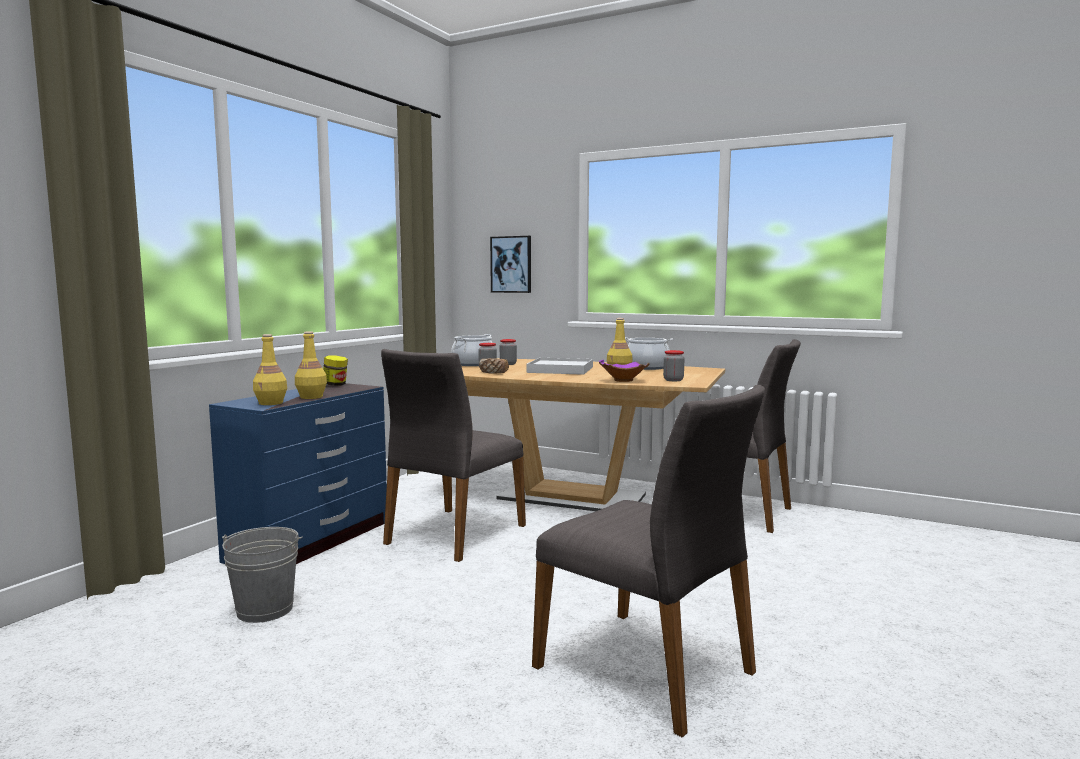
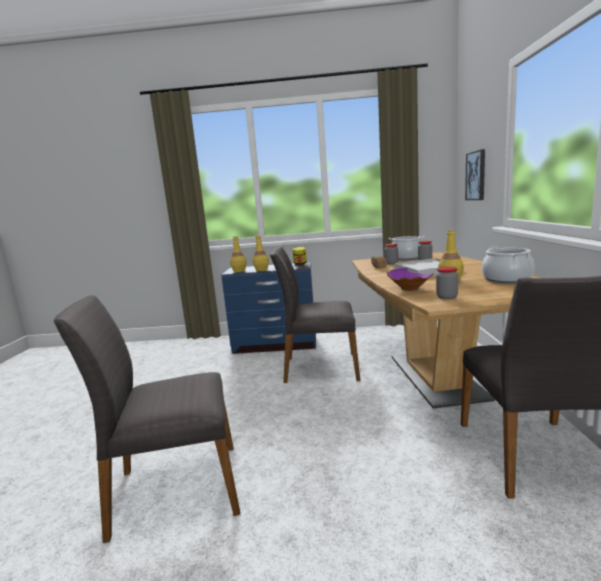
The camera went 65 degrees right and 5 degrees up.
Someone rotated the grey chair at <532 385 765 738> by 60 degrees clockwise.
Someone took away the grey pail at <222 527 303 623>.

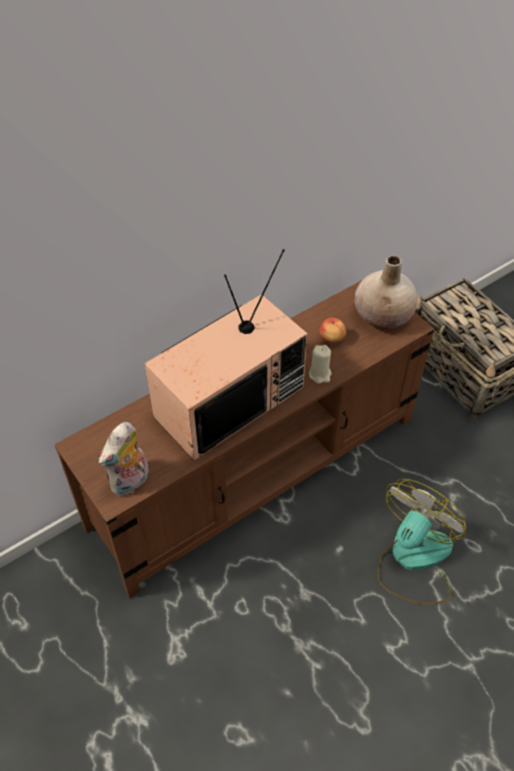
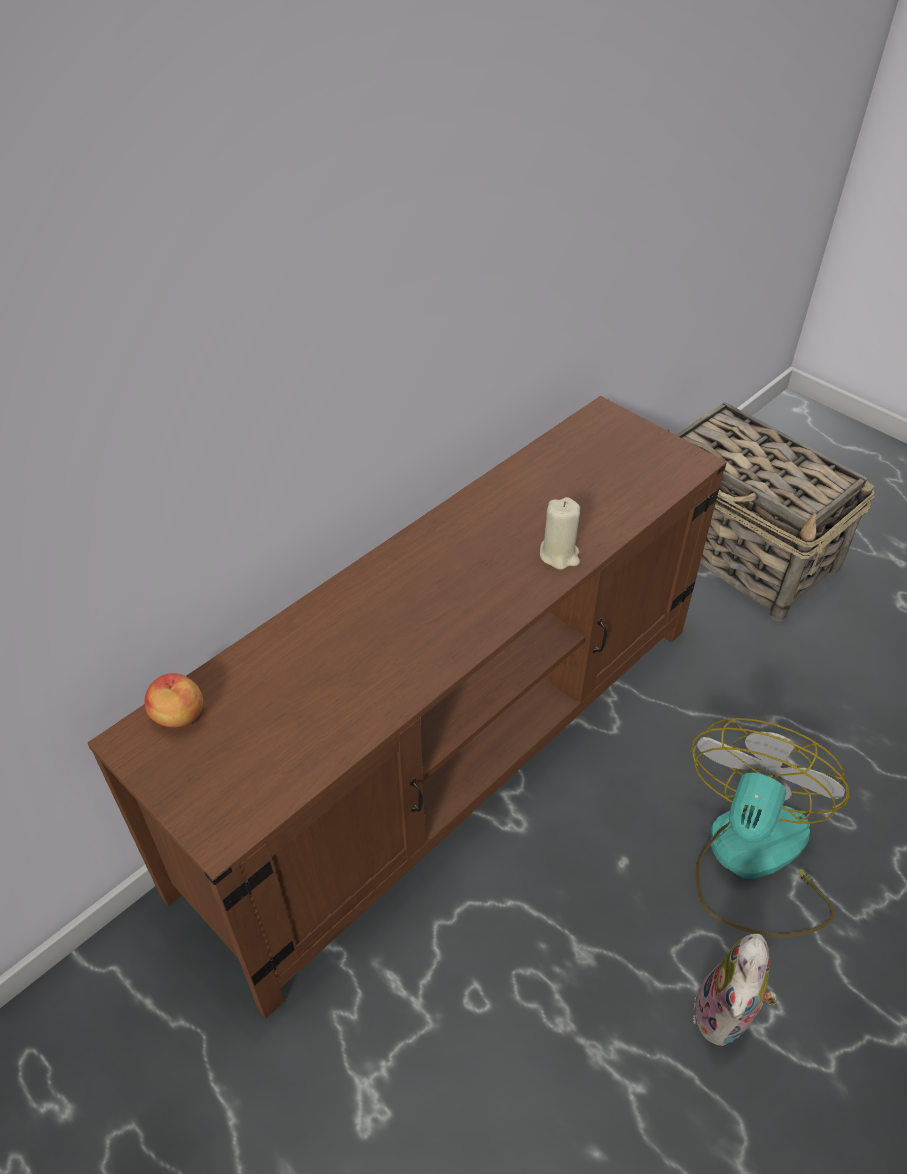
The camera went 10 degrees left and 5 degrees down.
Someone carried the apple fruit from <320 317 346 343> to <144 673 203 728>.
Someone carried the cuddly toy from <99 422 149 496> to <693 934 777 1046>.
Someone took away the television at <144 249 308 461>.
Someone took away the beige decorative vase at <355 256 418 329>.

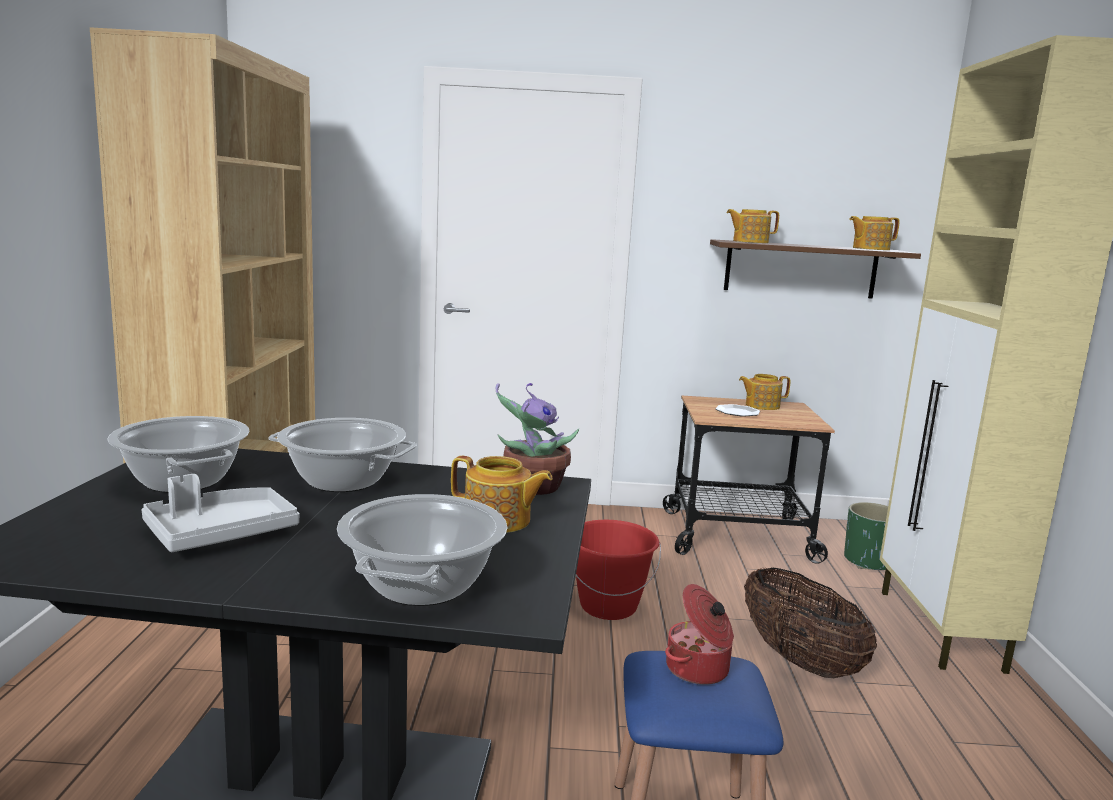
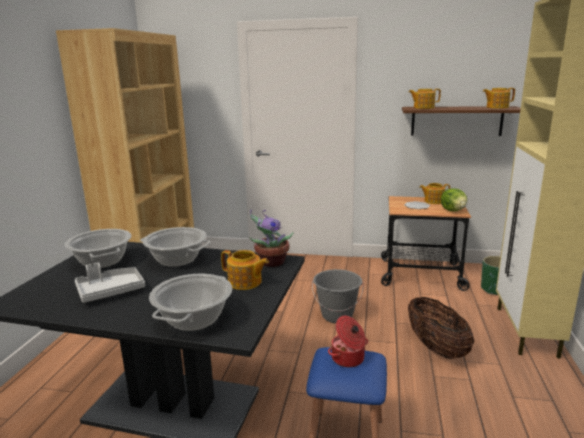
The camera went 10 degrees right and 5 degrees up.
Someone repainted the reddish pail at <576 520 661 620>, which became the grey pail at <312 269 363 323>.
Someone put down the head of lettuce at <441 188 467 211>.

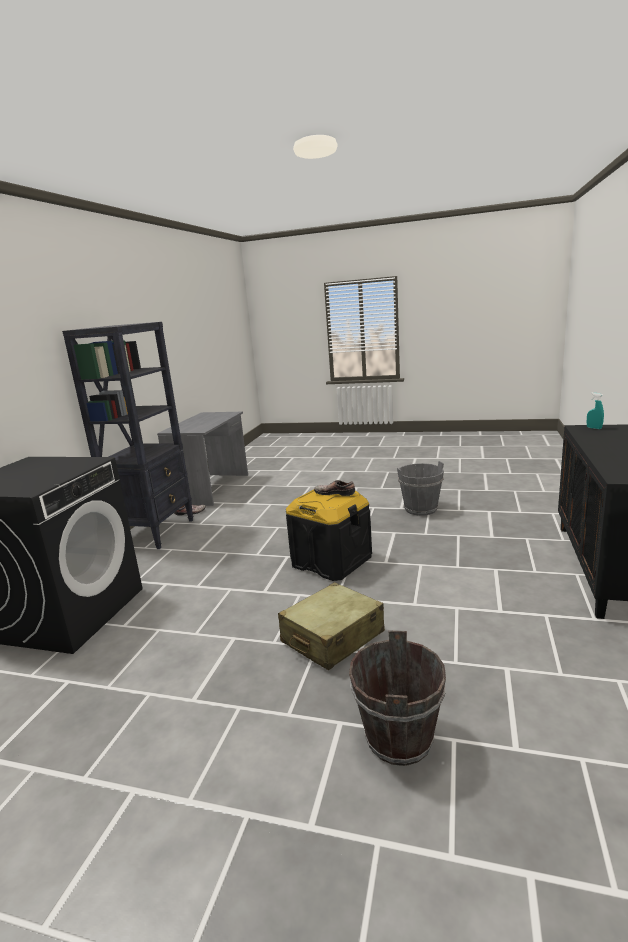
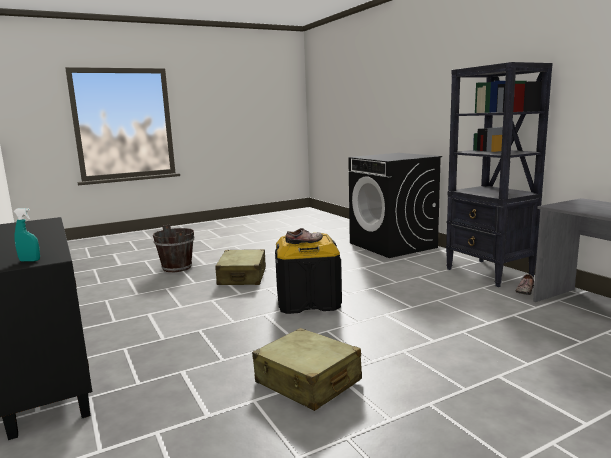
The camera went 135 degrees right and 5 degrees down.
Someone swapped the grey pail at <397 461 444 516> for the beige travel case at <252 328 362 411>.

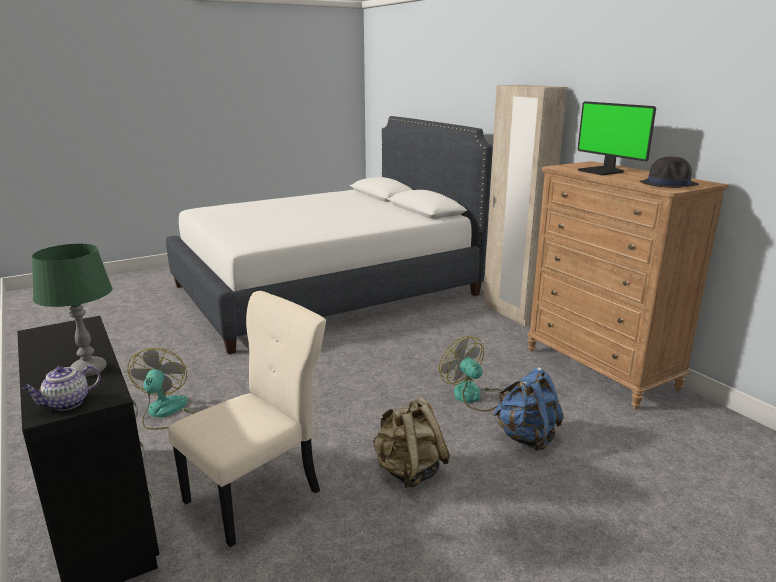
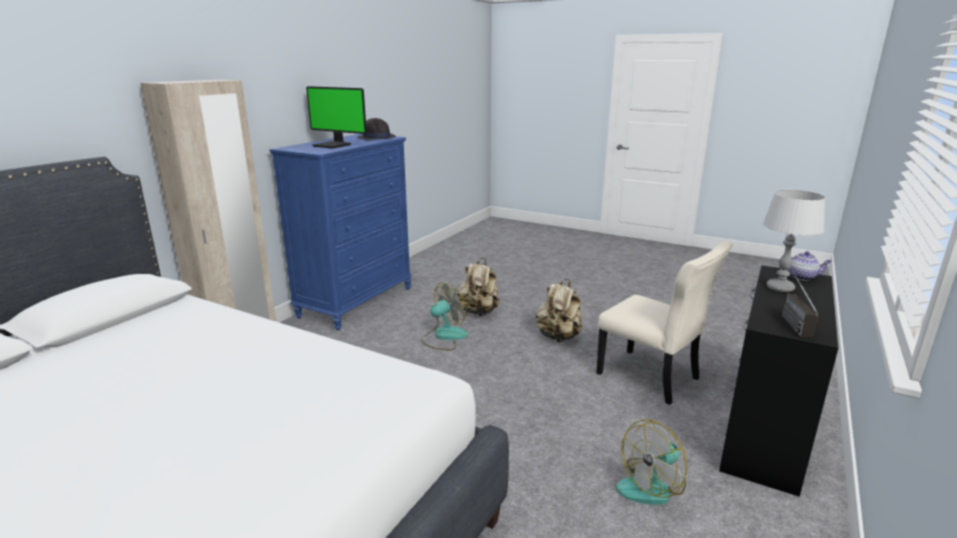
The camera went 120 degrees left and 0 degrees up.
Someone repainted the brown-coloured dresser at <528 161 729 409>, which became the blue-coloured dresser at <269 134 412 331>.
Someone rotated the computer screen at <578 101 656 176> by 90 degrees clockwise.
Someone rotated the cooling fan at <439 336 505 412> by 150 degrees counterclockwise.
Someone repainted the blue-coloured backpack at <493 367 564 451>, which became the beige backpack at <458 258 500 316>.
Someone rotated the beige chair at <168 291 326 547> by 150 degrees counterclockwise.
Someone repainted the green lamp for a table at <32 244 112 377>, which became the grey lamp for a table at <763 190 826 292>.
Someone put down the radio receiver at <782 267 819 338>.

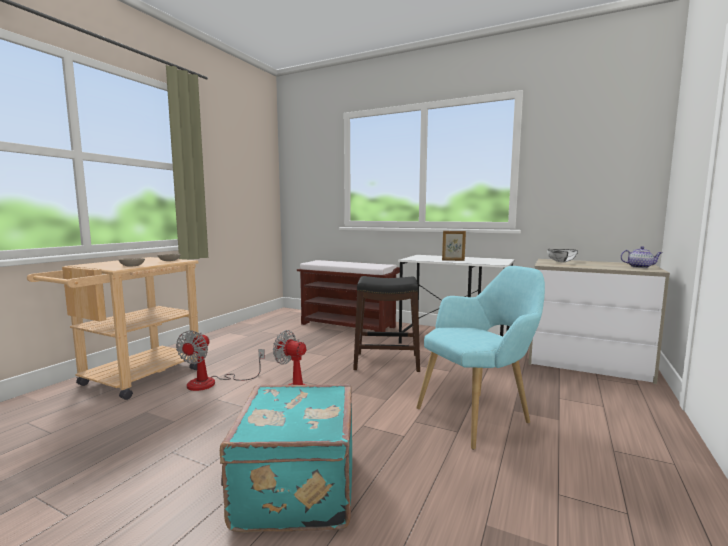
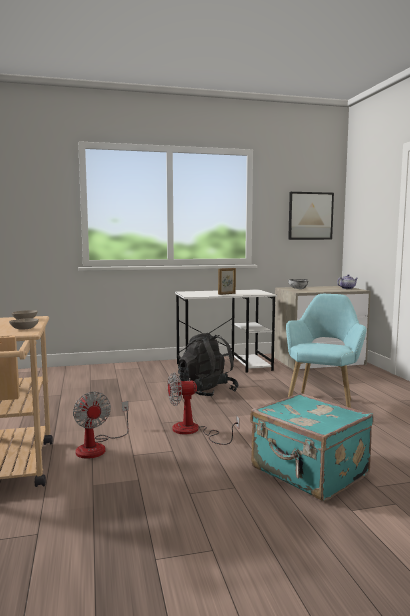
The camera went 40 degrees left and 0 degrees up.
Someone swapped the black-coloured stool at <353 276 420 372> for the black-coloured backpack at <178 333 239 397>.
Someone put up the wall picture at <288 192 334 240>.
Someone took away the brown-coloured bench at <297 260 400 332>.

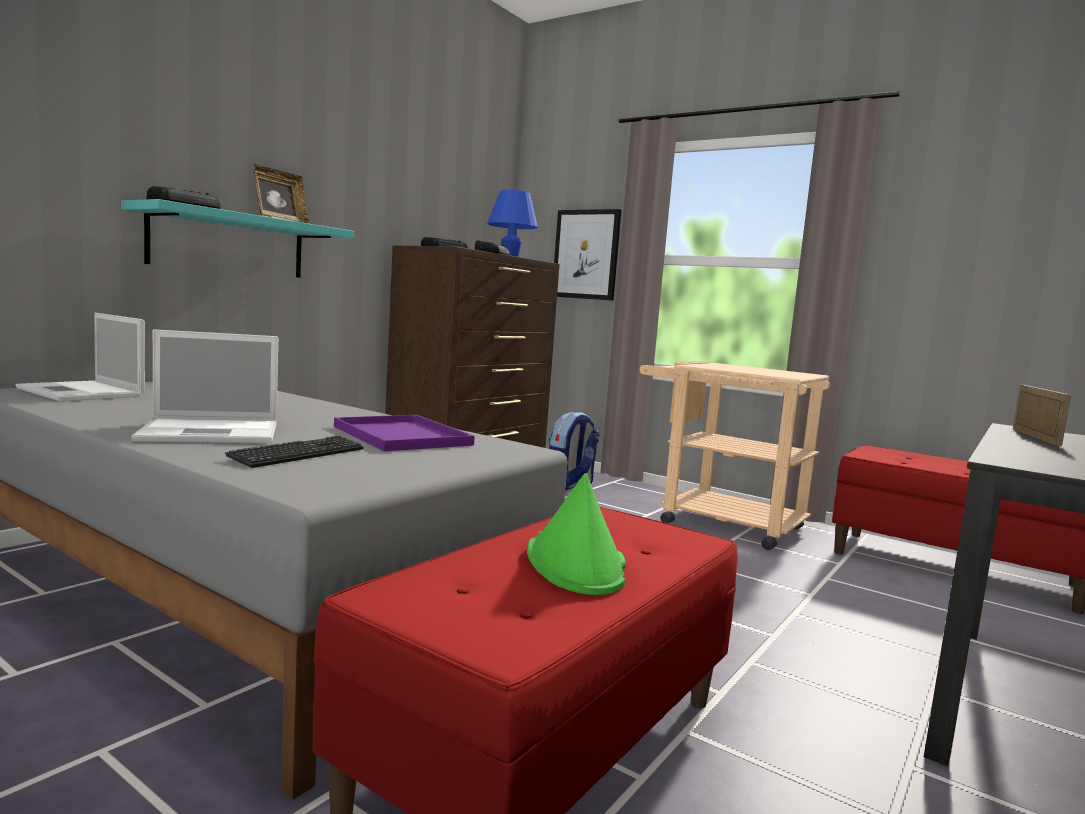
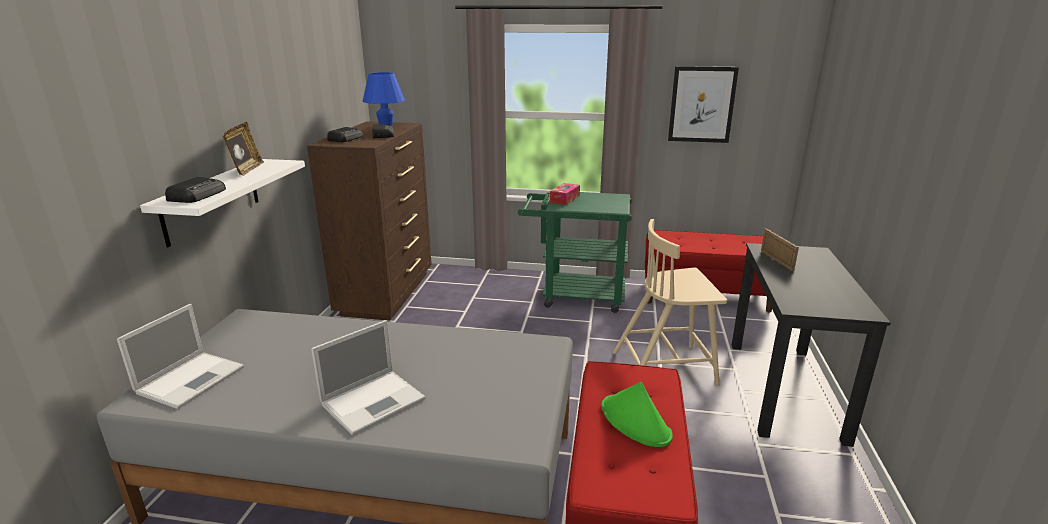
The camera went 25 degrees left and 15 degrees up.
Someone rotated the portable computer at <16 313 145 402> by 75 degrees counterclockwise.
Someone repainted the blue-green shelf at <121 199 354 278>, which became the whitish shelf at <140 159 305 247>.
Someone repainted the beige wheeled cart at <640 361 830 550>, which became the green wheeled cart at <518 192 632 313>.
Someone put down the tissue box at <550 183 580 205>.
Someone put down the beige chair at <613 219 727 385>.
Someone carried the wall picture from <554 209 621 301> to <668 66 739 143>.
Someone took away the PC keyboard at <225 435 364 468>.
Someone took away the purple tray at <334 415 475 451>.
Someone took away the backpack at <549 412 600 490>.

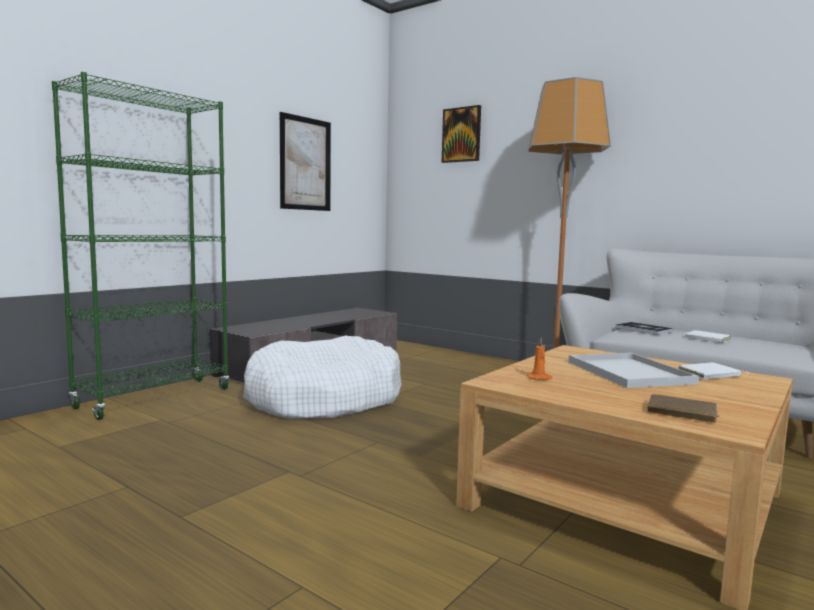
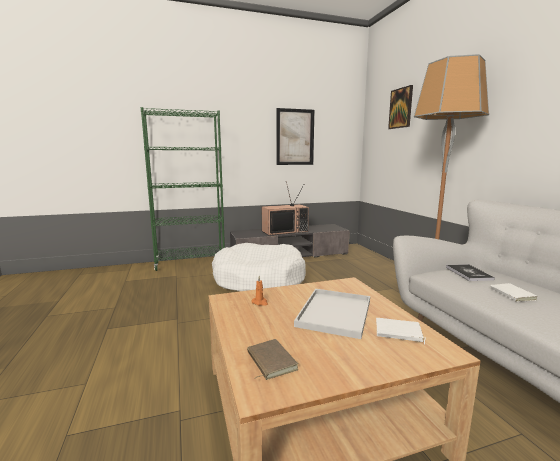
The camera went 35 degrees right and 5 degrees up.
Someone put down the television at <262 182 309 236>.

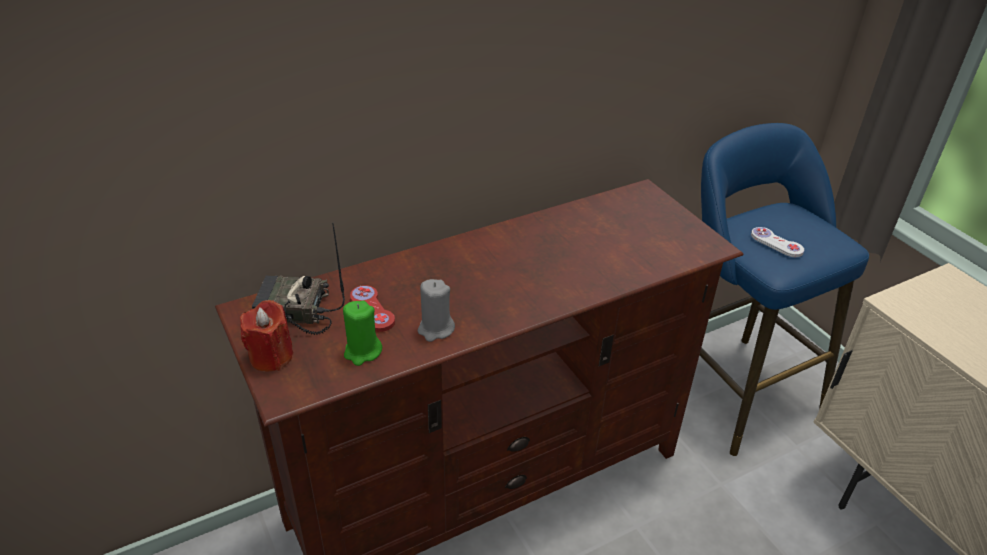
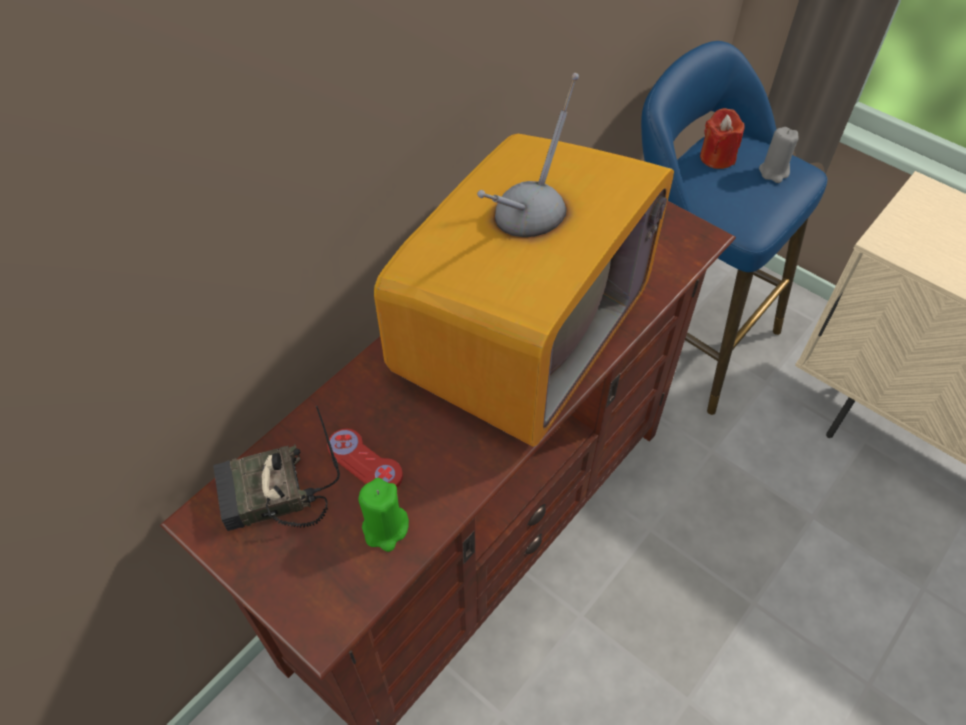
The camera went 20 degrees left and 15 degrees up.
Someone put down the television at <374 73 674 447>.
Someone carried the reddish wax light from <240 300 293 372> to <700 108 745 169>.
Someone carried the grey wax light from <418 279 455 342> to <759 127 799 183>.
Someone took away the whitish joypad at <751 227 804 257>.

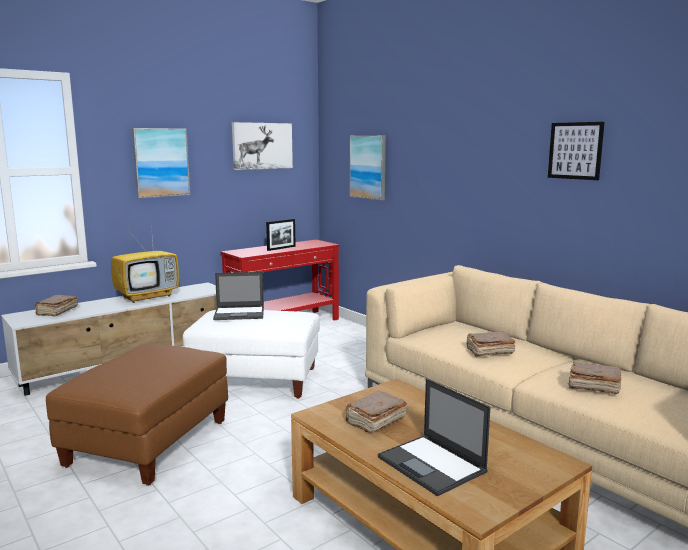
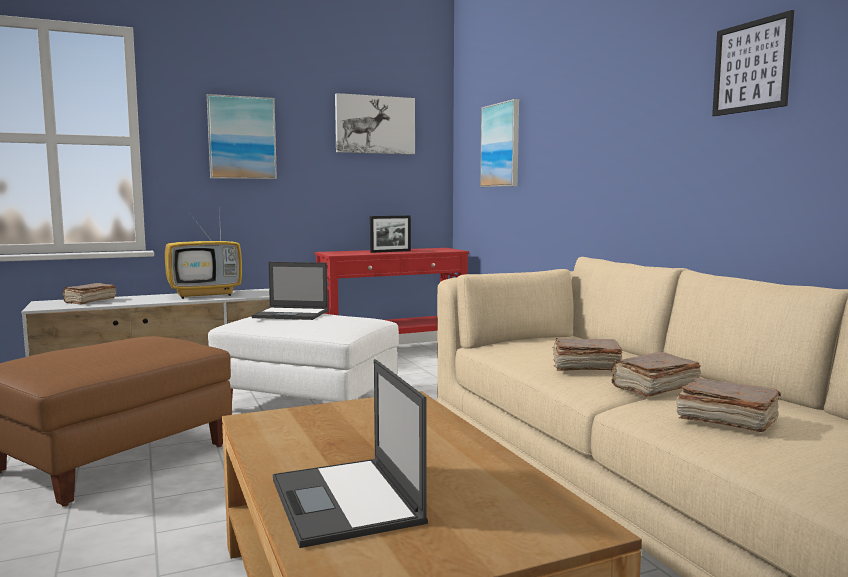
The camera went 15 degrees right and 5 degrees down.
Someone carried the brown-coloured bound book from <345 391 407 434> to <611 352 701 397>.

